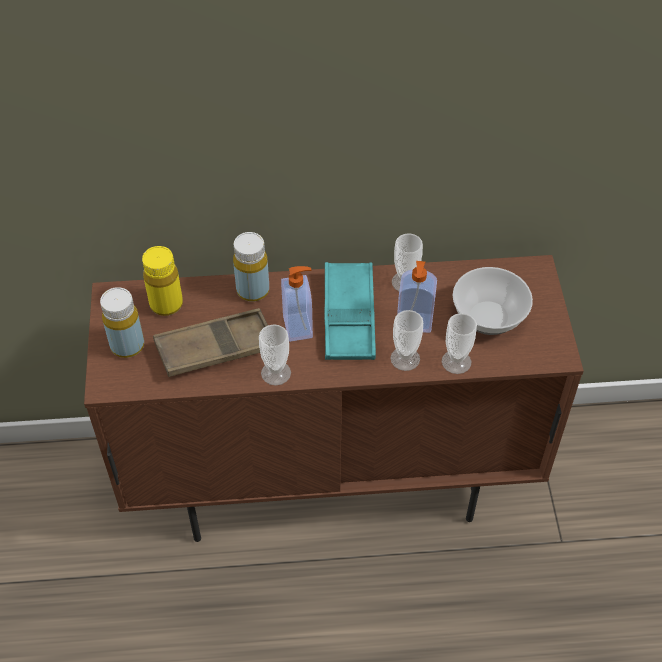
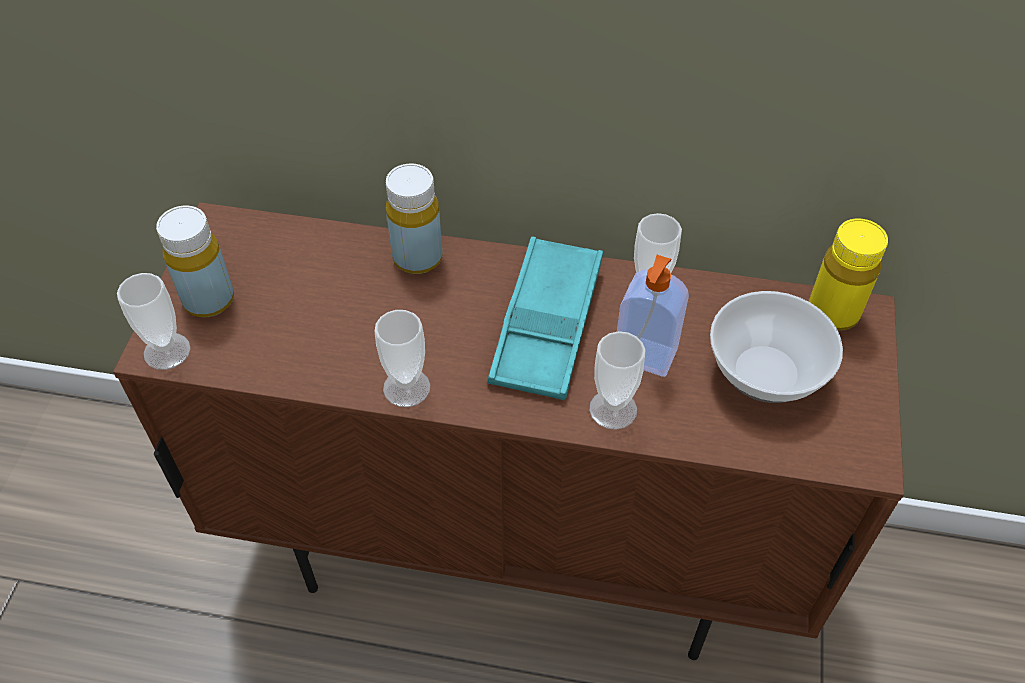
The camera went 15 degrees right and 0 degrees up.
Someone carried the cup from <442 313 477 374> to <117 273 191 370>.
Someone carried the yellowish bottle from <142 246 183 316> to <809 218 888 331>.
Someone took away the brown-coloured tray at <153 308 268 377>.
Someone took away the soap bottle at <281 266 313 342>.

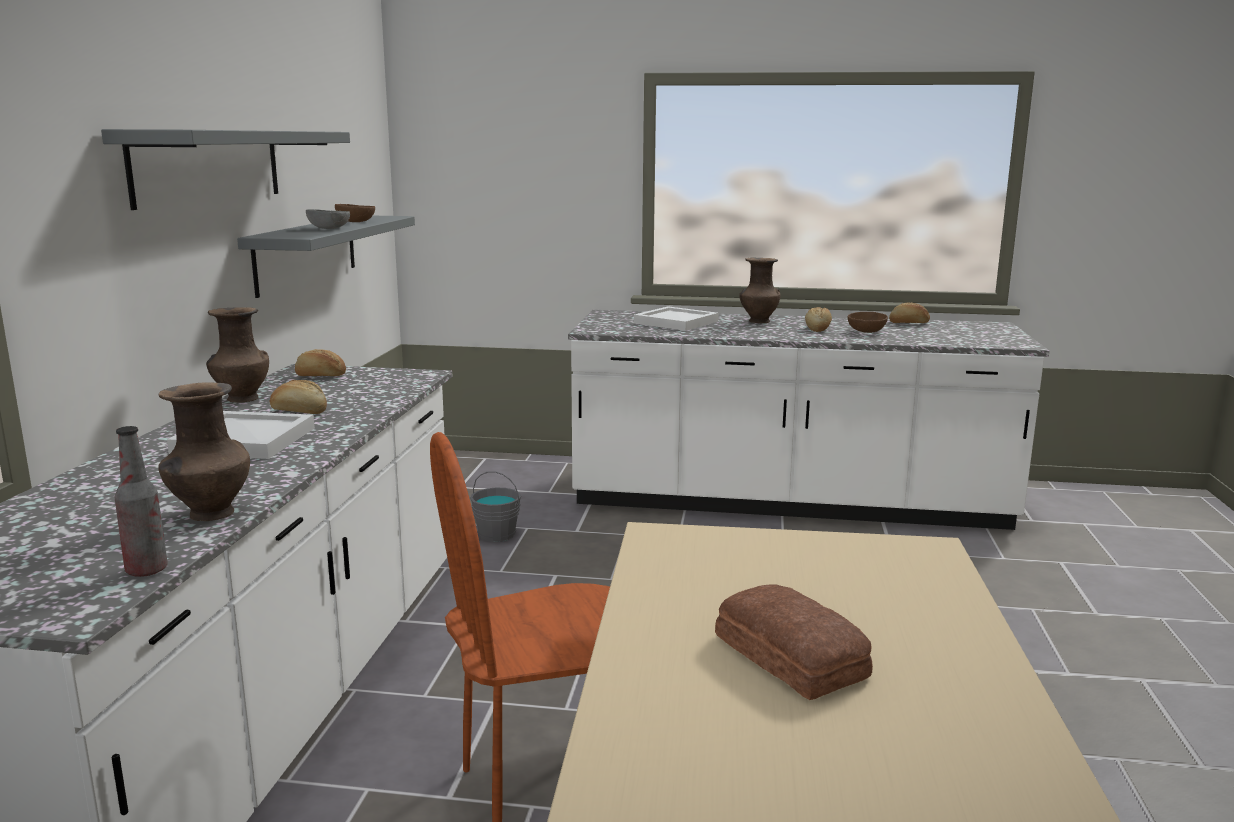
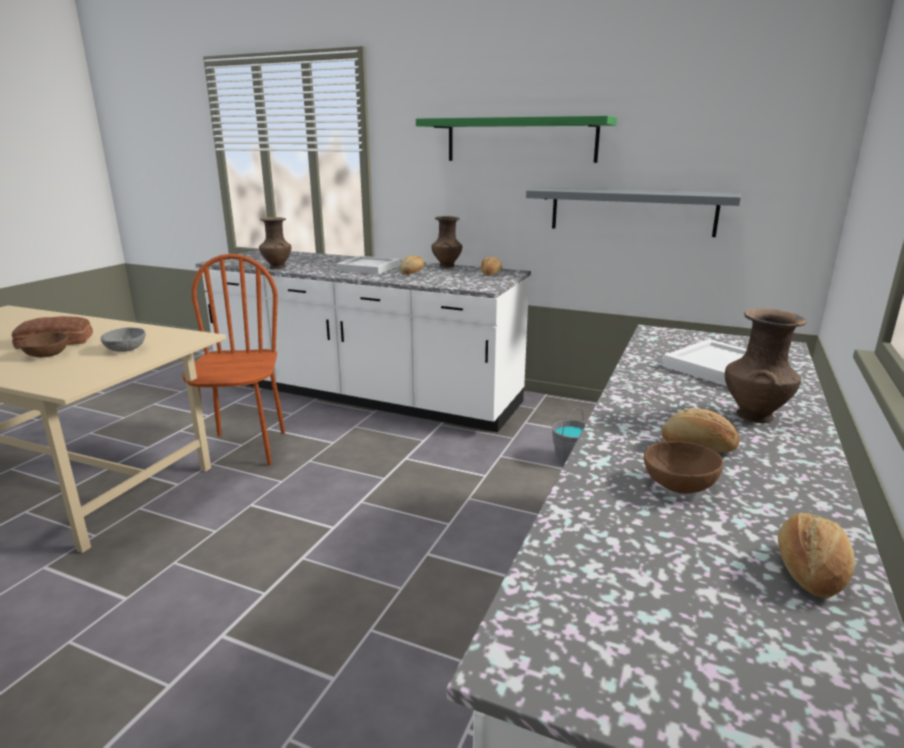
The camera went 105 degrees right and 5 degrees up.
Someone carried the brown-coloured serving bowl from <335 204 375 222> to <19 332 68 357>.
Someone carried the grey serving bowl from <306 209 350 229> to <100 327 146 352>.
Someone repainted the grey shelf at <101 129 350 210>, which became the green shelf at <416 116 617 163>.
Someone took away the bottle at <114 426 168 577>.

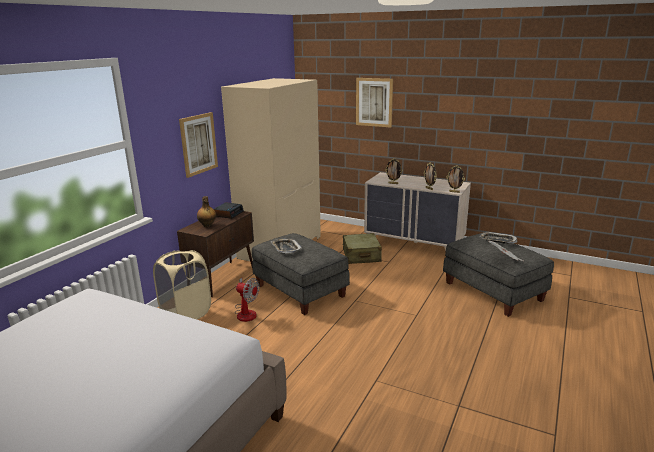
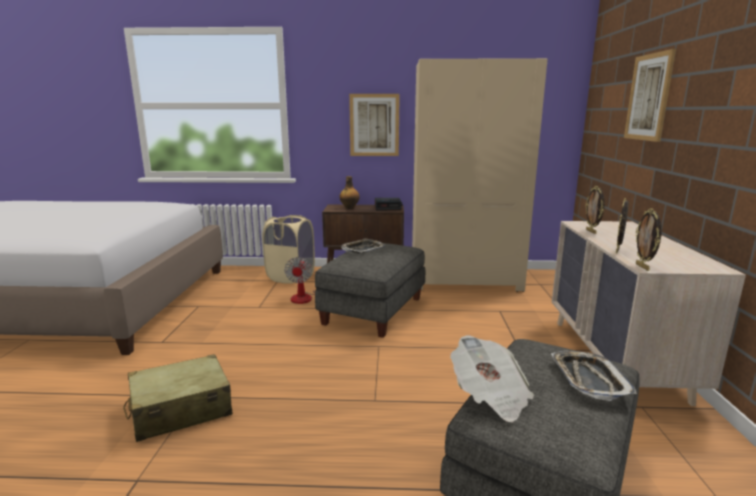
The camera went 65 degrees right and 5 degrees down.
Someone carried the beige travel case from <343 233 382 264> to <124 354 233 442>.

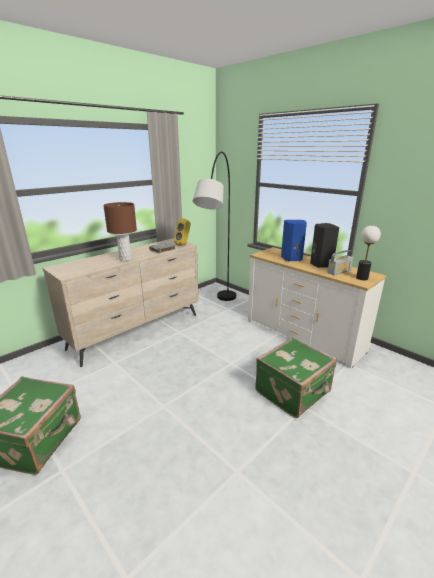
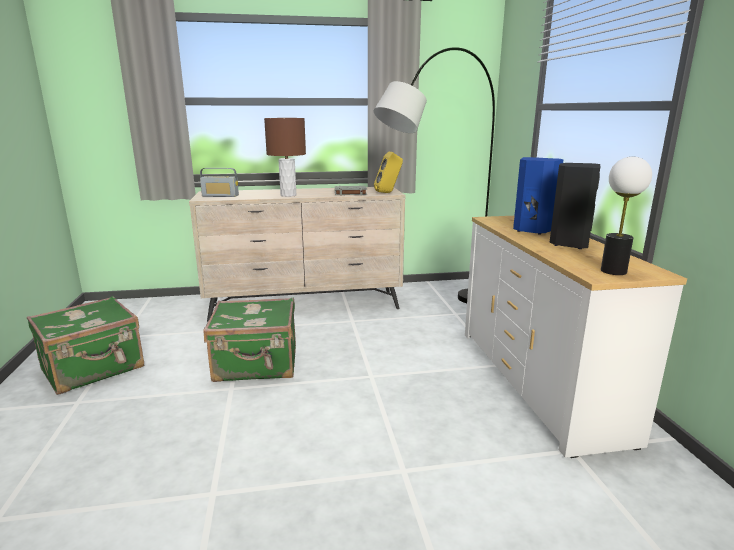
The camera went 35 degrees right and 5 degrees down.
Someone carried the radio receiver from <327 250 353 275> to <200 168 239 197>.
Someone carried the green travel case from <255 337 337 418> to <203 298 296 382>.

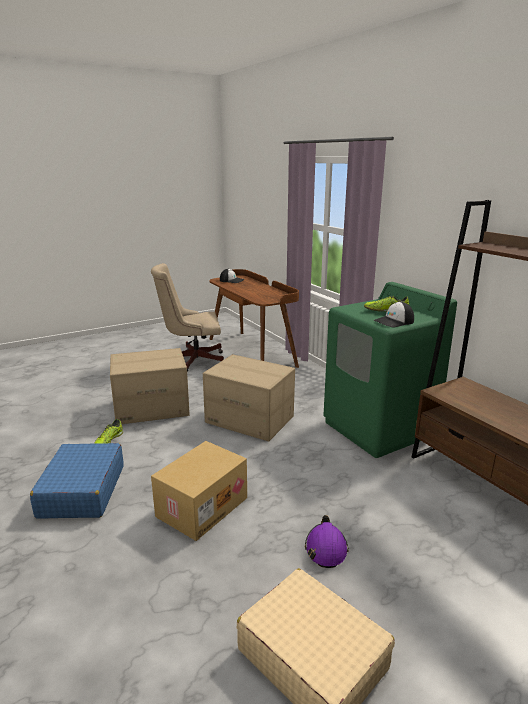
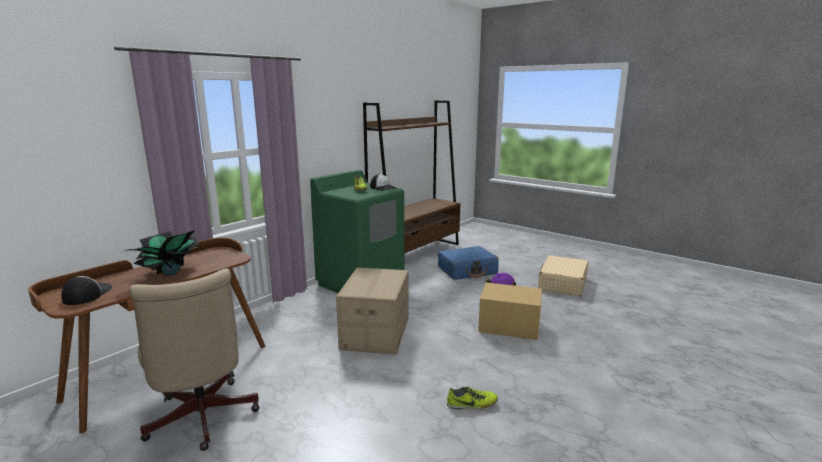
The camera went 110 degrees left and 5 degrees down.
Someone put down the potted plant at <124 230 200 276>.
Someone carried the blue-coloured travel case from <30 443 123 519> to <438 246 499 280>.
Someone took away the cardboard box at <110 348 190 424>.

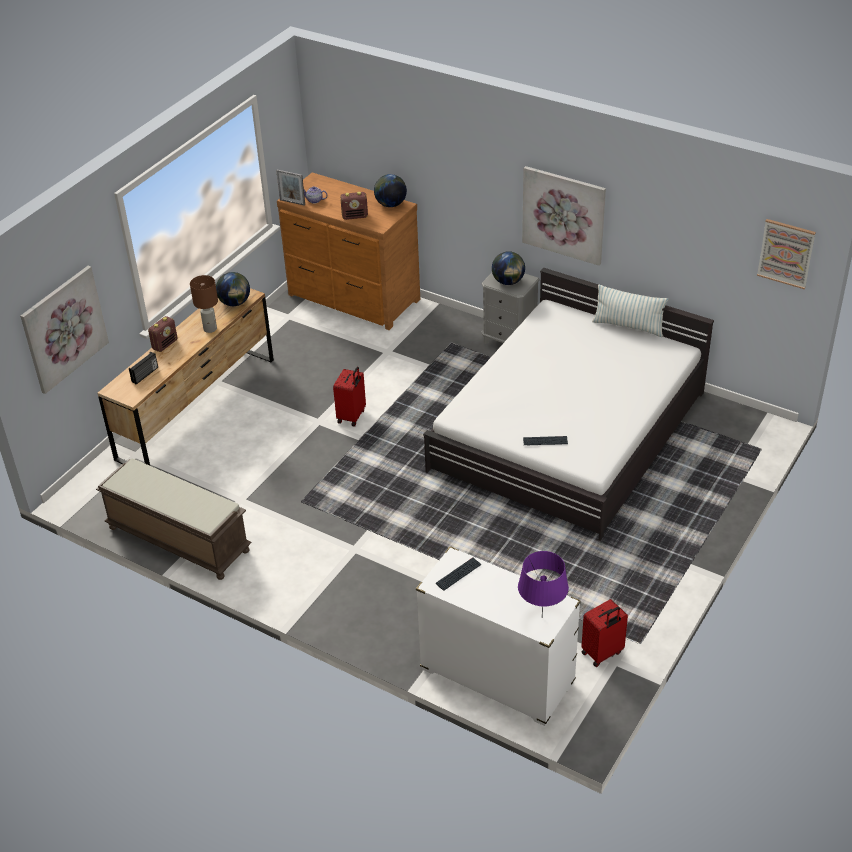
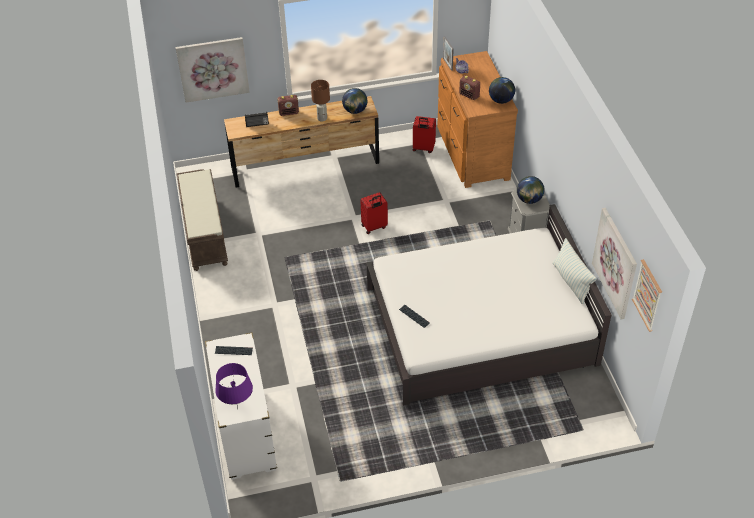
The camera went 45 degrees right and 5 degrees up.
Someone carried the reddish travel case from <581 599 628 667> to <413 116 436 153>.
Someone carried the wall picture from <522 166 606 266> to <592 208 637 319>.

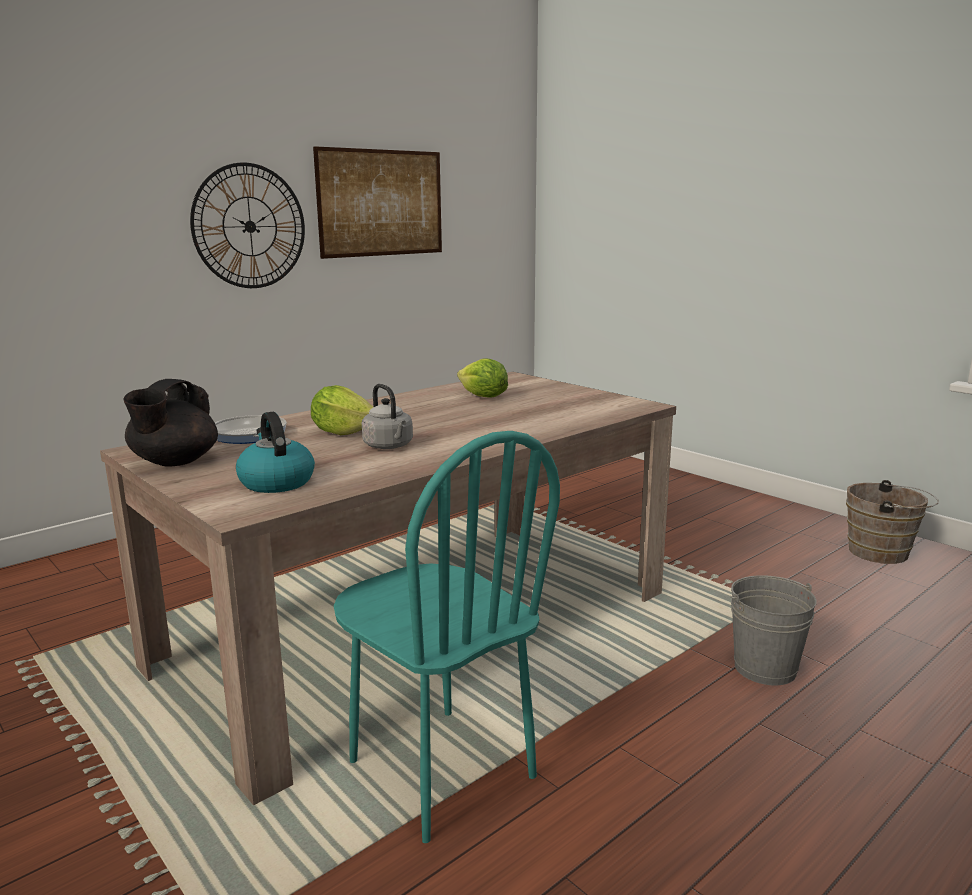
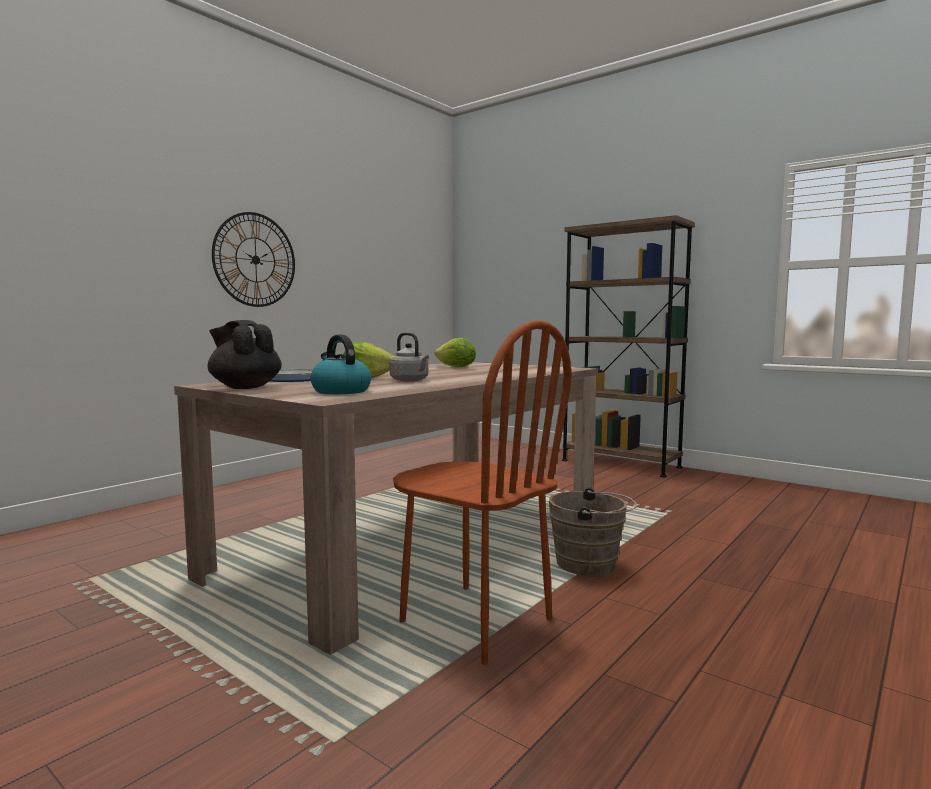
The camera went 10 degrees left and 10 degrees down.
Someone rotated the black-coloured tea pot at <123 379 218 466> by 120 degrees clockwise.
Someone repainted the blue-green chair at <334 431 560 843>, which became the brown-coloured chair at <393 320 571 665>.
Someone carried the brown-coloured pail from <846 480 939 564> to <549 487 637 577>.
Someone put down the brown-coloured bookcase at <562 215 695 477>.
Someone took away the wall picture at <313 146 442 259>.
Someone took away the grey pail at <730 575 817 685>.

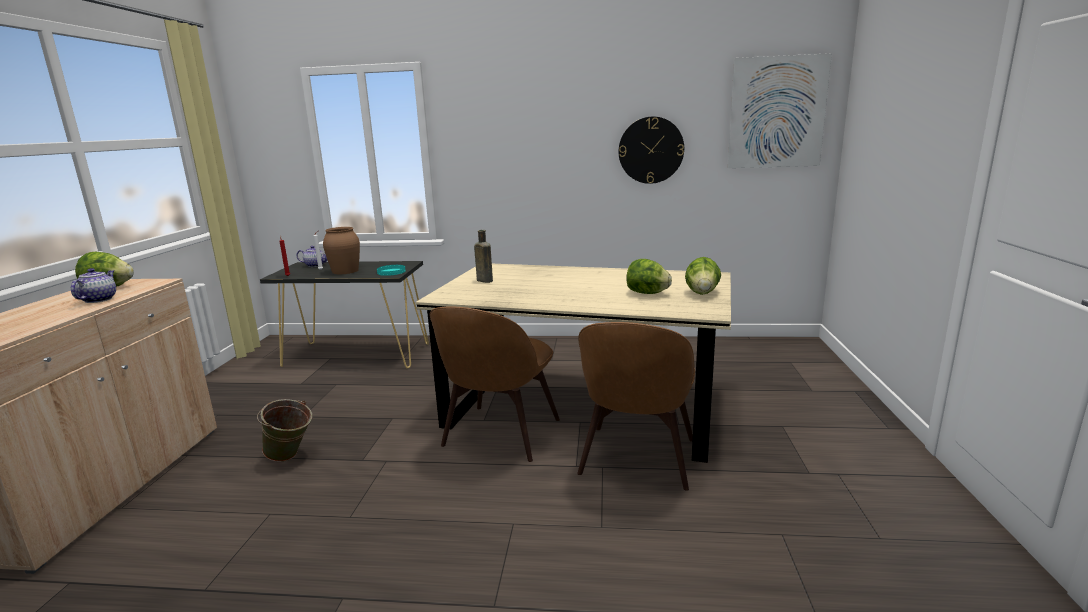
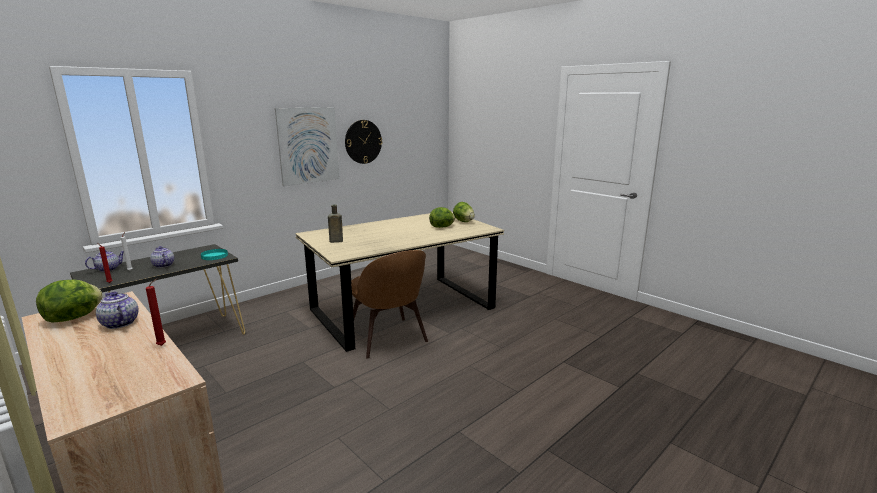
The camera went 50 degrees left and 0 degrees up.
Someone put down the reddish wax light at <146 279 166 346>.
Someone swapped the brown-coloured decorative vase at <323 227 360 274> for the tea pot at <150 246 174 268>.
Someone carried the wall picture from <728 53 832 168> to <275 107 339 186>.
Someone took away the green pail at <257 399 312 462>.
Someone took away the brown-coloured chair at <577 322 695 491>.

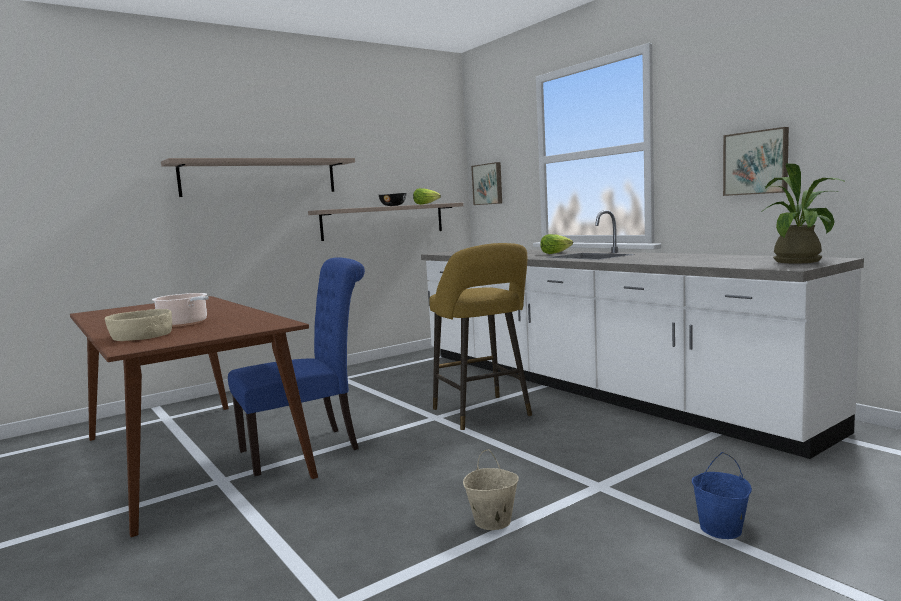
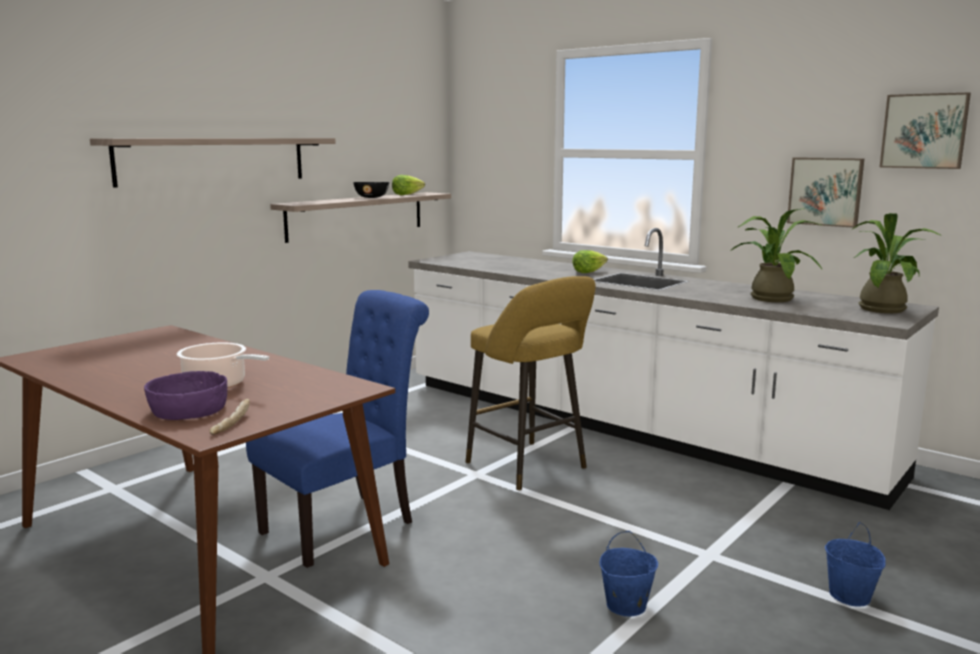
The camera went 15 degrees left and 5 degrees up.
Someone repainted the beige serving bowl at <105 309 172 341>, which became the purple serving bowl at <144 371 227 420>.
Someone put down the baked bread at <209 399 250 435>.
Someone repainted the beige pail at <463 449 519 530>, which became the blue-coloured pail at <599 531 658 616>.
Someone put down the potted plant at <730 208 823 302>.
Someone carried the wall picture from <471 162 502 205> to <880 93 971 169>.

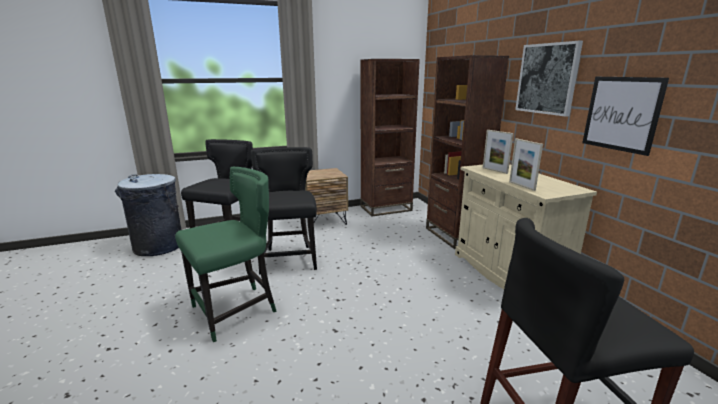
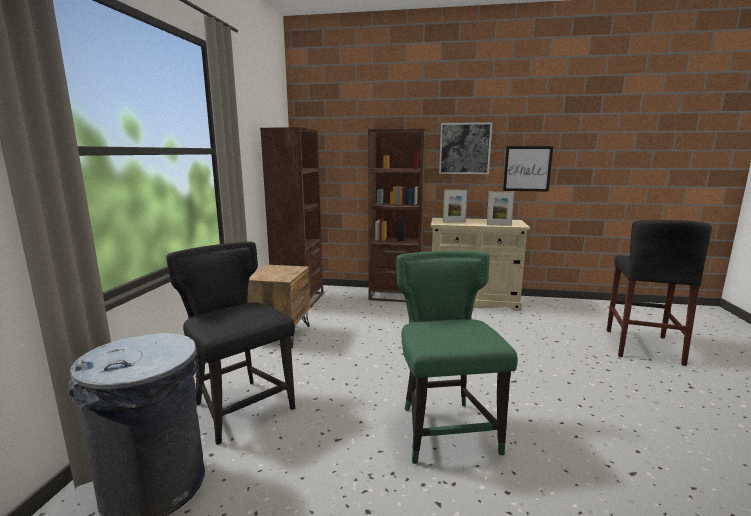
The camera went 60 degrees left and 5 degrees down.
Someone took away the black-coloured chair at <251 147 317 275>.

